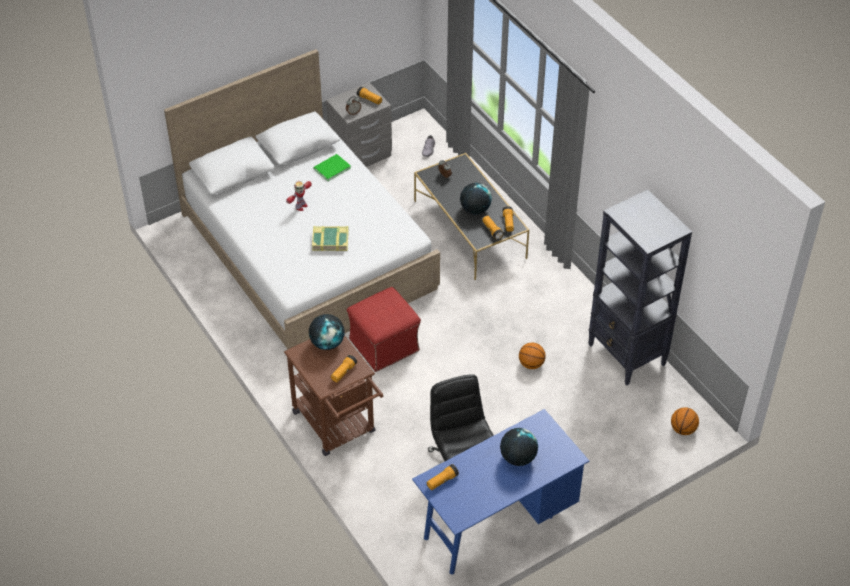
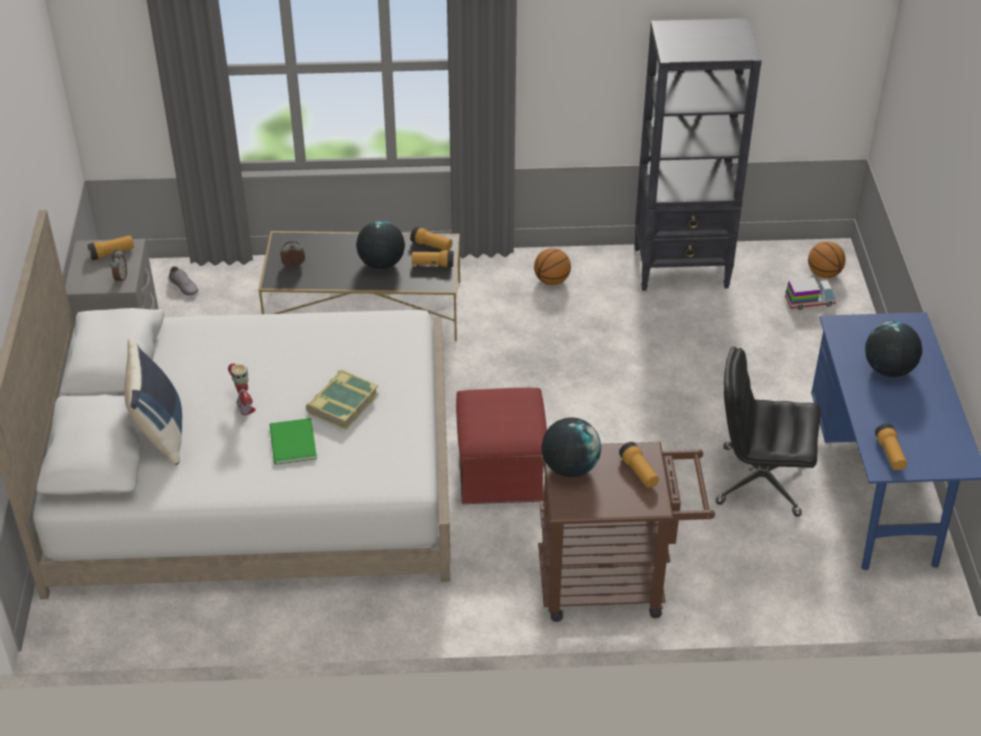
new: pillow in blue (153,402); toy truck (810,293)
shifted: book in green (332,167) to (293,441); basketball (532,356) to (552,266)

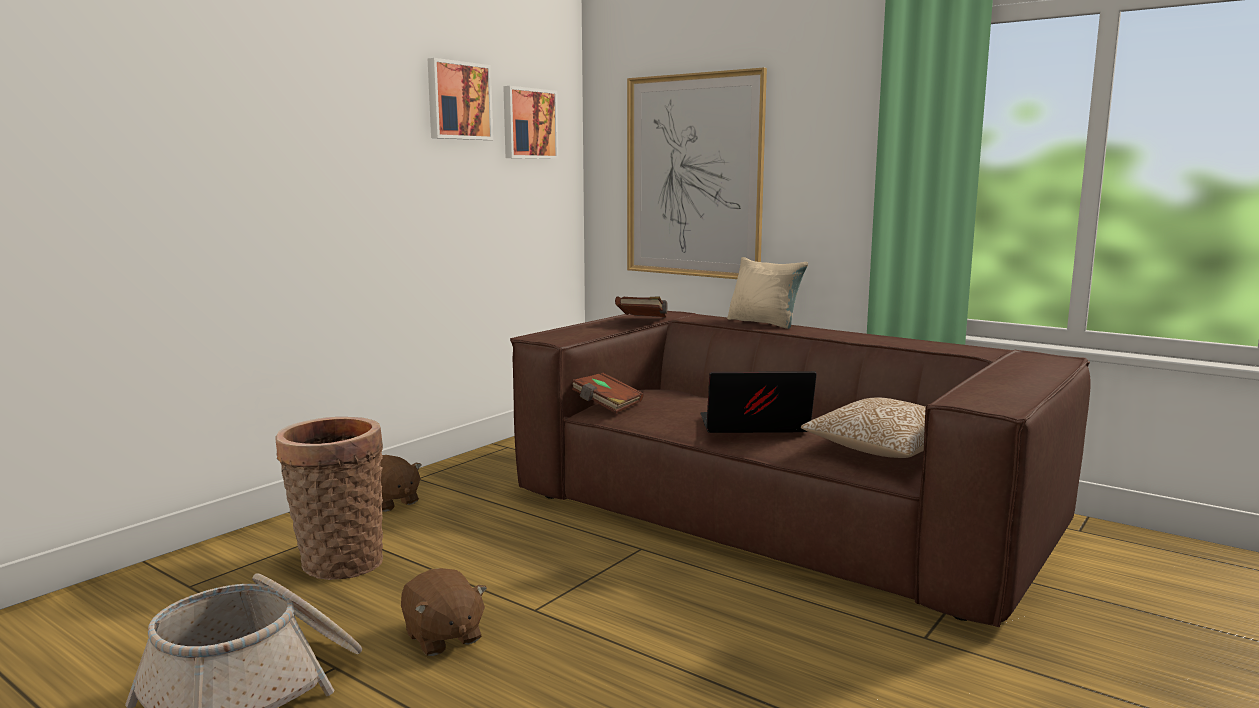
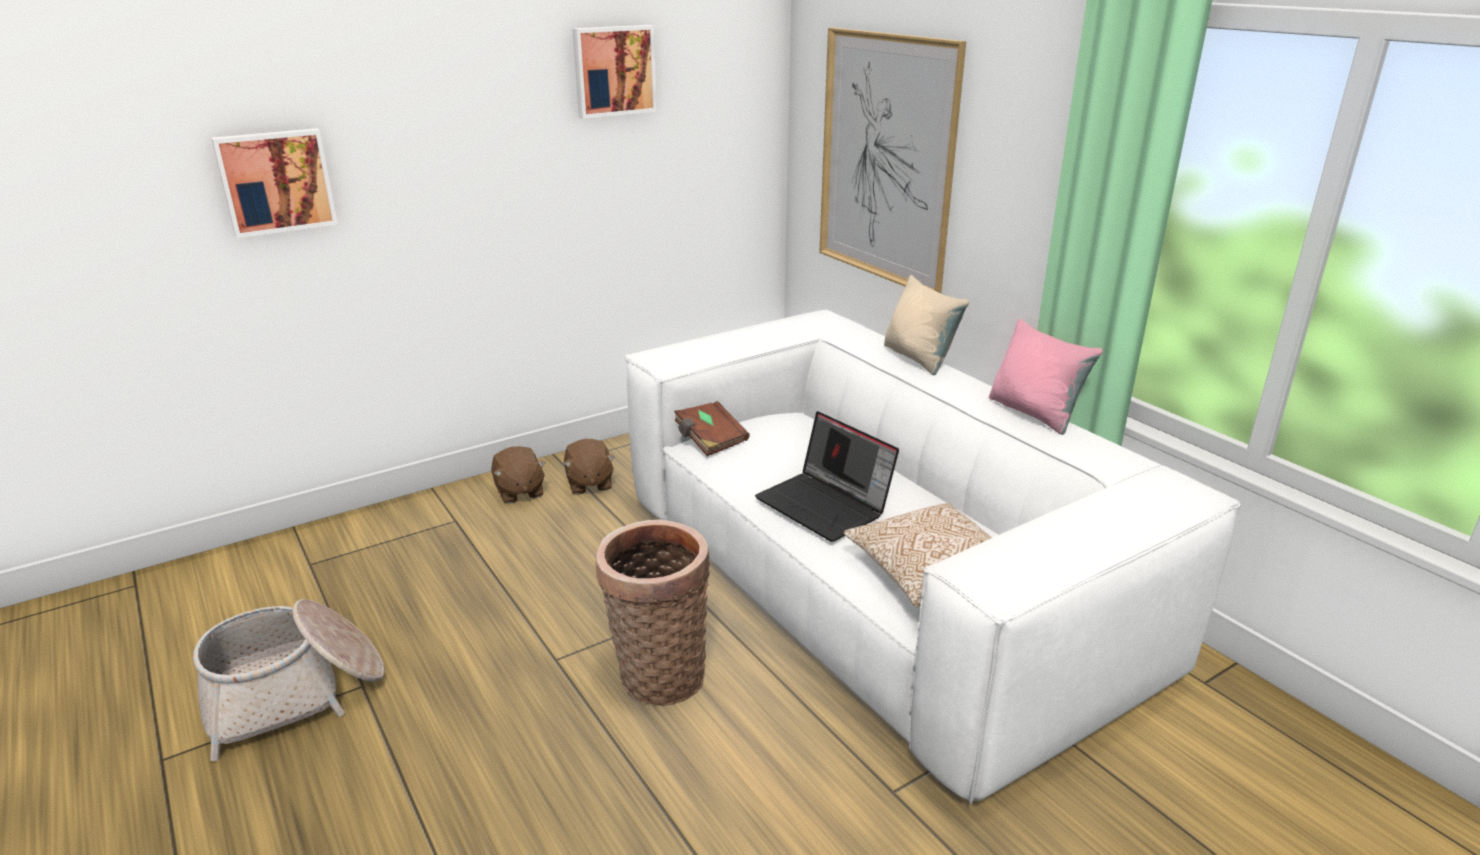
gone: book in brown (641,307)
new: pillow in pink (1046,377)
shifted: basket (329,498) to (652,613); plush toy in brown (444,612) to (589,467); picture (530,122) to (274,183)
repainted: sofa in brown (800,469) to sofa in white (933,557)
rotated: laptop (758,402) = (827,476) 150 degrees counterclockwise

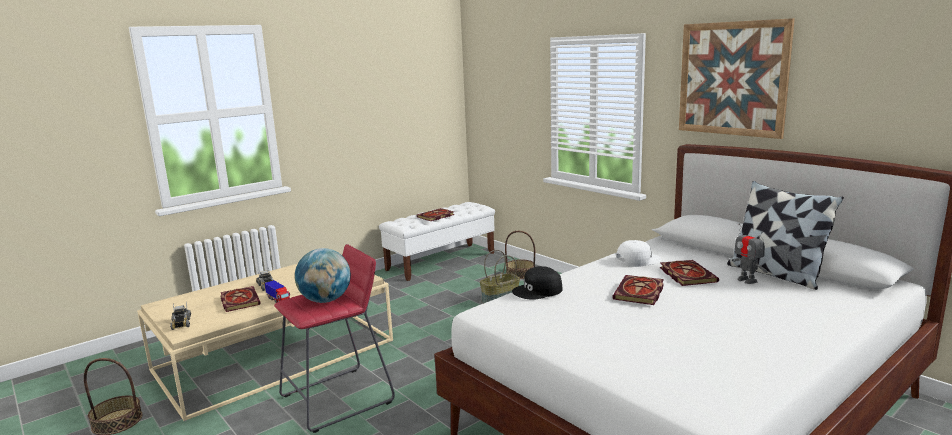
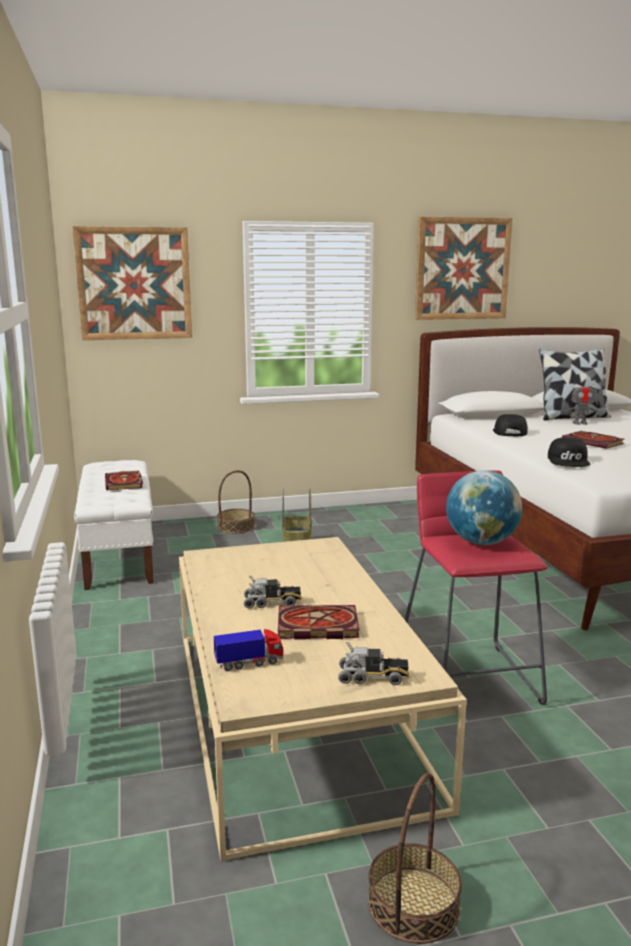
gone: book (689,273)
new: picture (132,283)
shifted: toy truck (277,291) to (249,650)
repainted: cap in white (638,253) to cap in black (510,425)

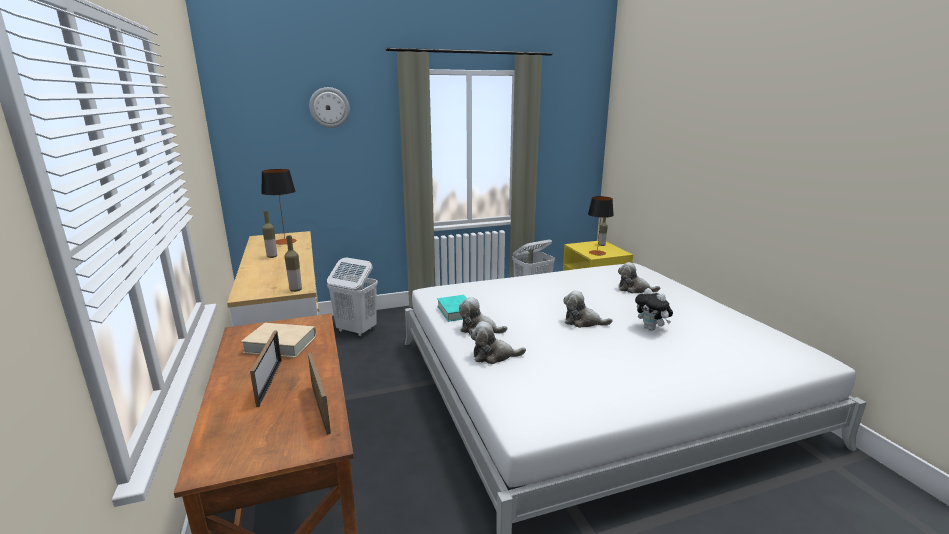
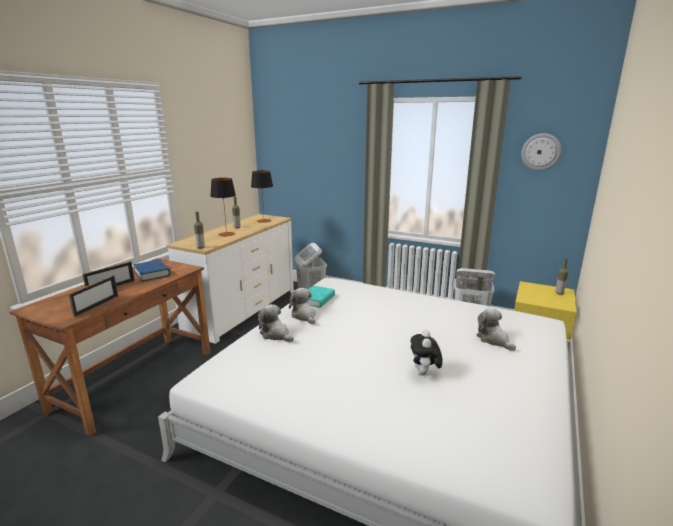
gone: plush toy (587,309)
shifted: wall clock (329,107) to (541,152); table lamp (601,225) to (223,207)
repainted: book in beige (278,340) to book in blue (151,271)

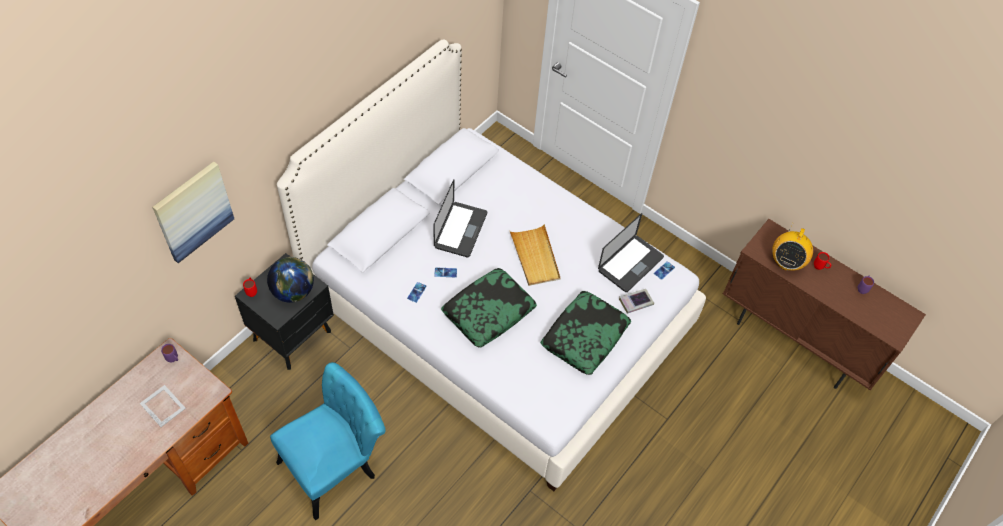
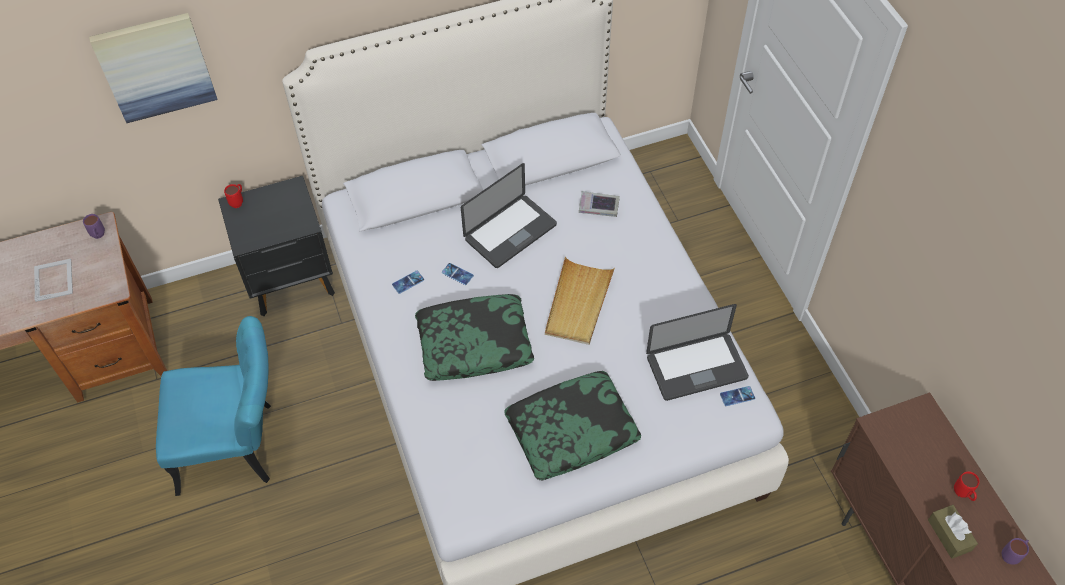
gone: globe (290,280); radio (792,248)
new: tissue box in brown (953,532)
shifted: book (636,301) to (599,204)

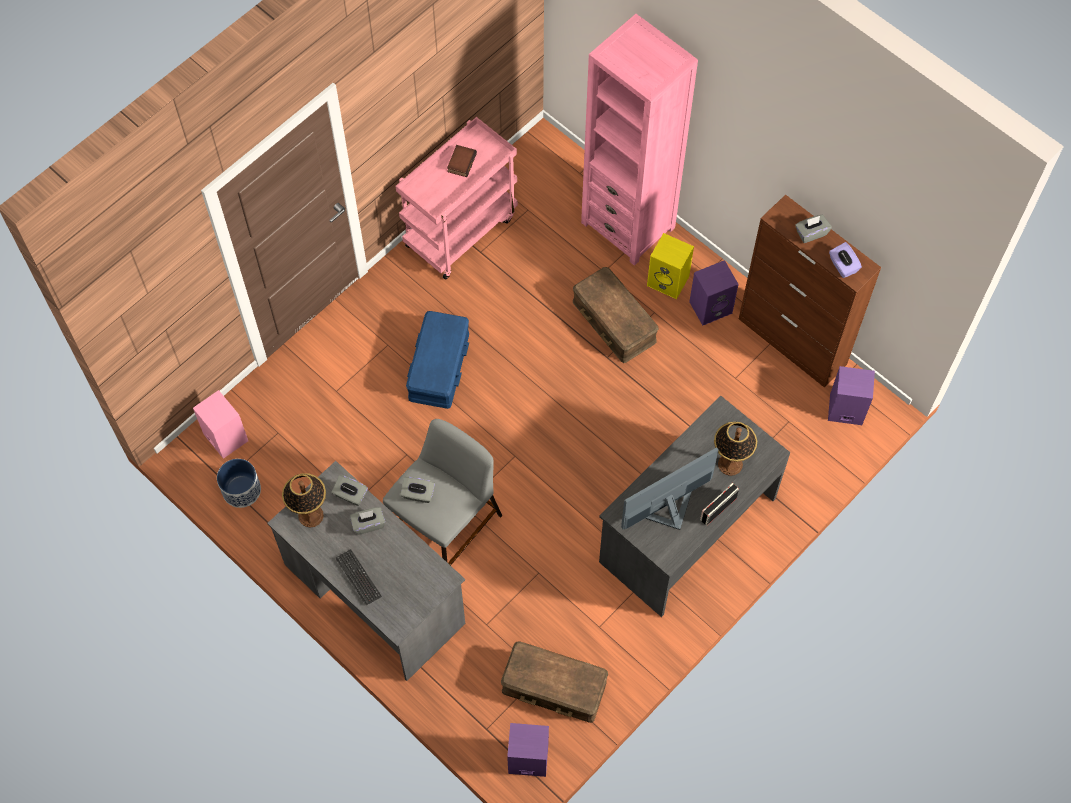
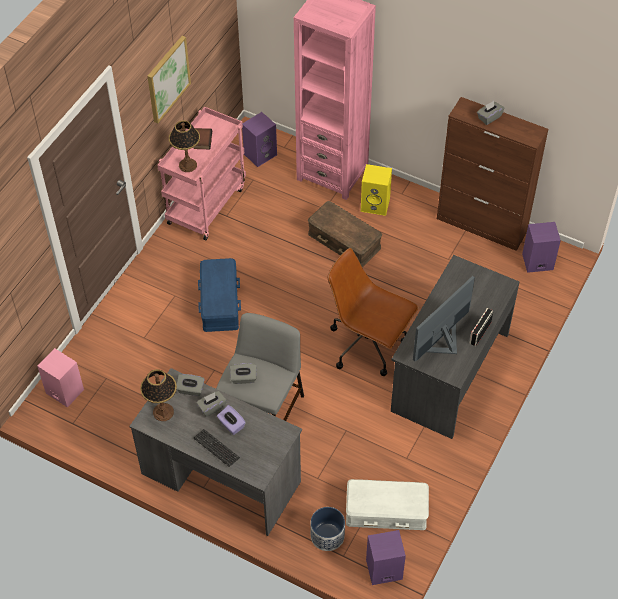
new: picture (169,79); office chair in brown (373,312)
shifted: planter (239,483) to (327,529); speaker in purple (714,292) to (259,139); table lamp (735,449) to (184,146); tissue box in purple (845,260) to (231,420)
repainted: storage box in brown (554,682) to storage box in white (387,504)

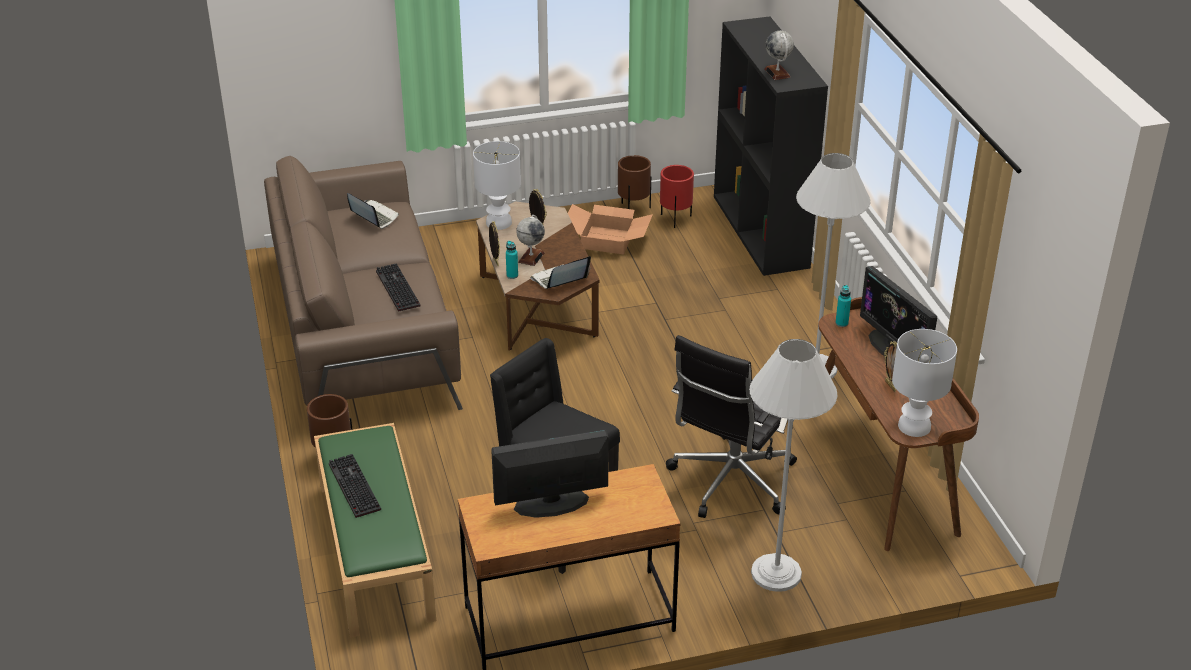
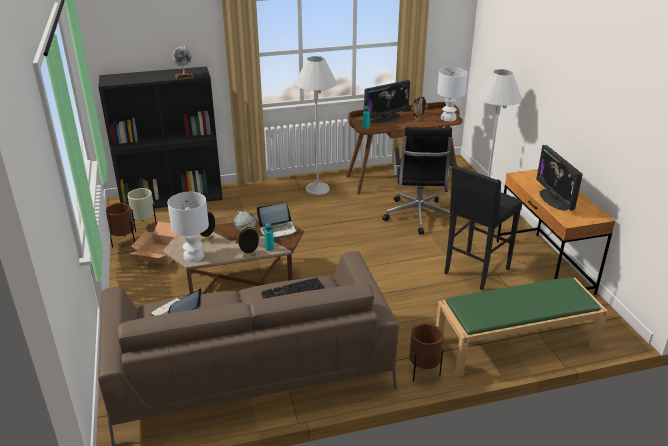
gone: keyboard (355,486)
repainted: planter in red (677,196) to planter in beige (142,210)
rotated: laptop (561,272) = (277,221) 75 degrees counterclockwise; office chair in black (731,426) = (418,180) 60 degrees clockwise

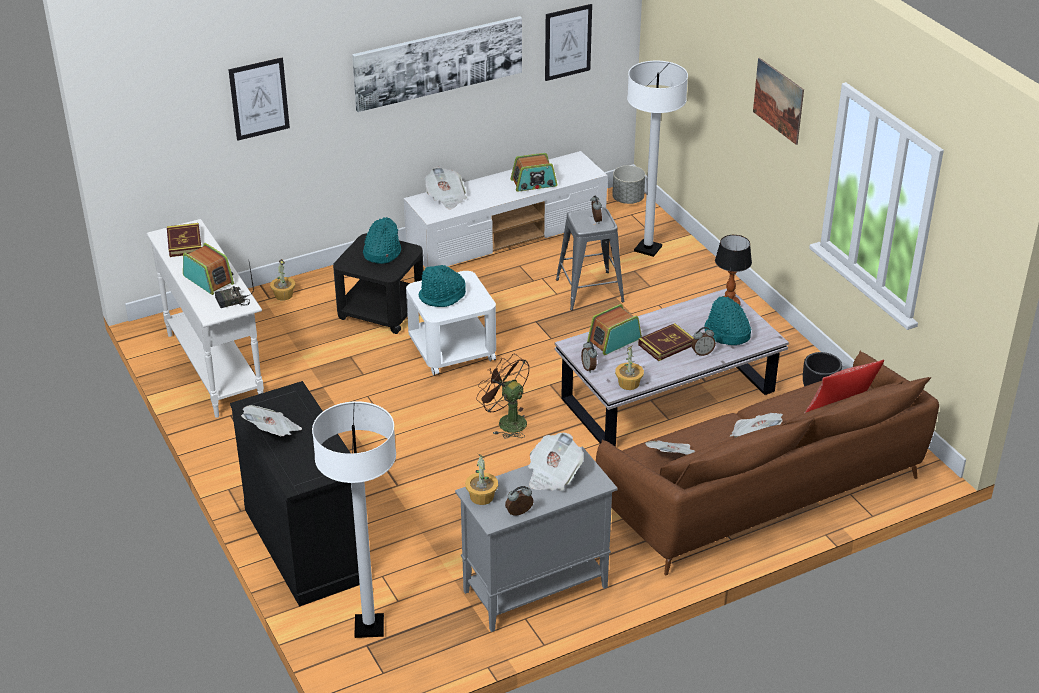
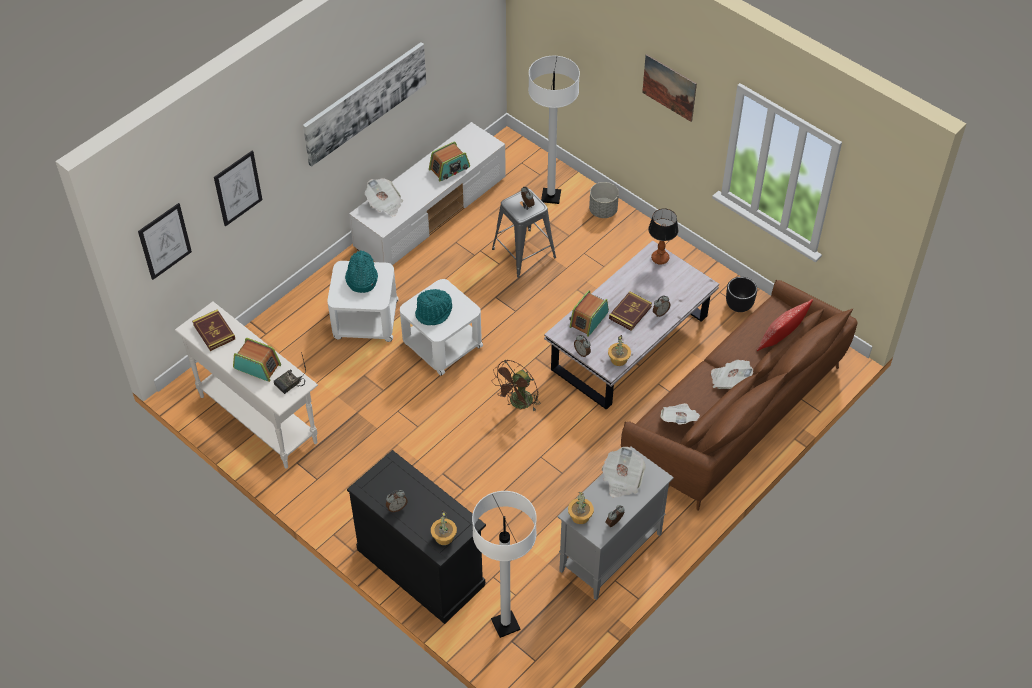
gone: hat in turquoise (728,320)
shifted: potted plant (282,280) to (444,528); picture (568,42) to (165,241); planter in grey (628,184) to (604,200)
swapped: newspaper (271,421) to alarm clock (396,501)
repainted: side table in black (378,283) to side table in white (363,301)
rotated: fan in brown (503,396) = (516,386) 75 degrees counterclockwise

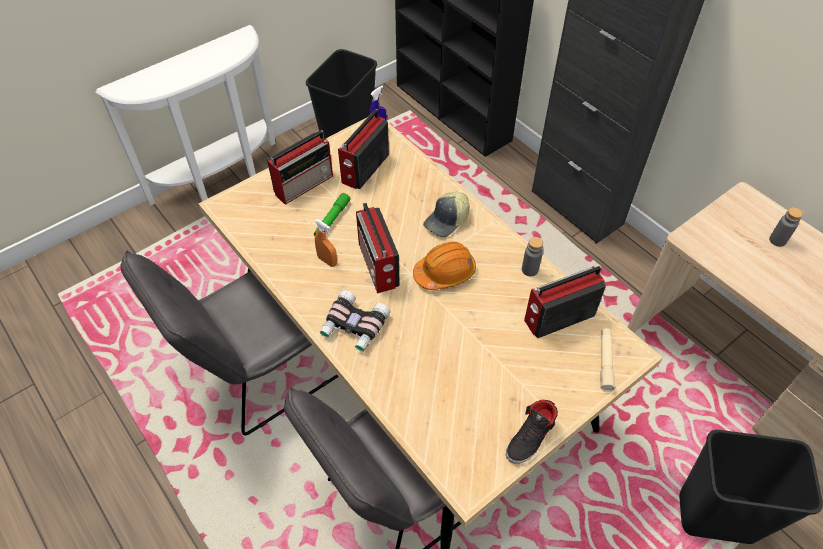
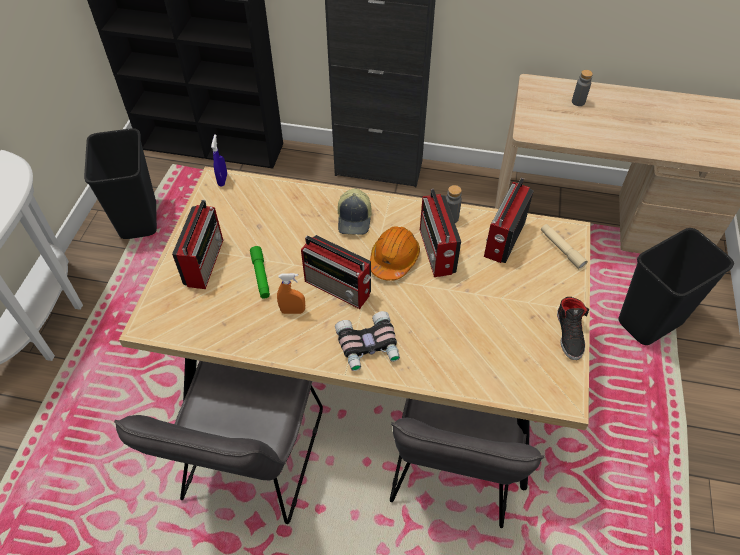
shifted: radio (363,149) to (440,233)

